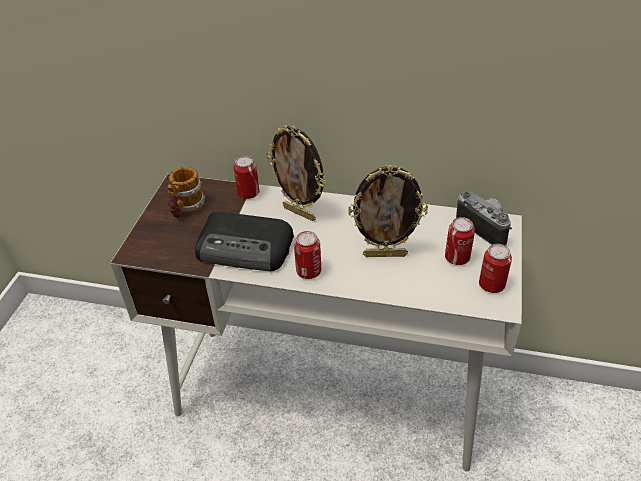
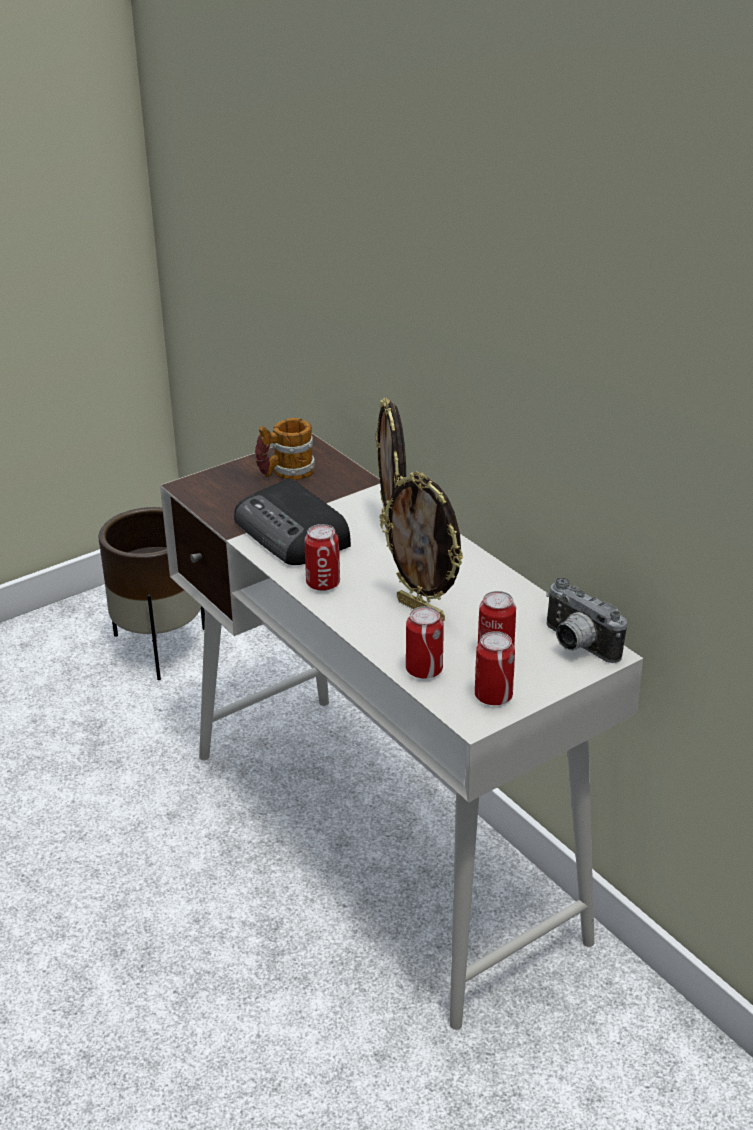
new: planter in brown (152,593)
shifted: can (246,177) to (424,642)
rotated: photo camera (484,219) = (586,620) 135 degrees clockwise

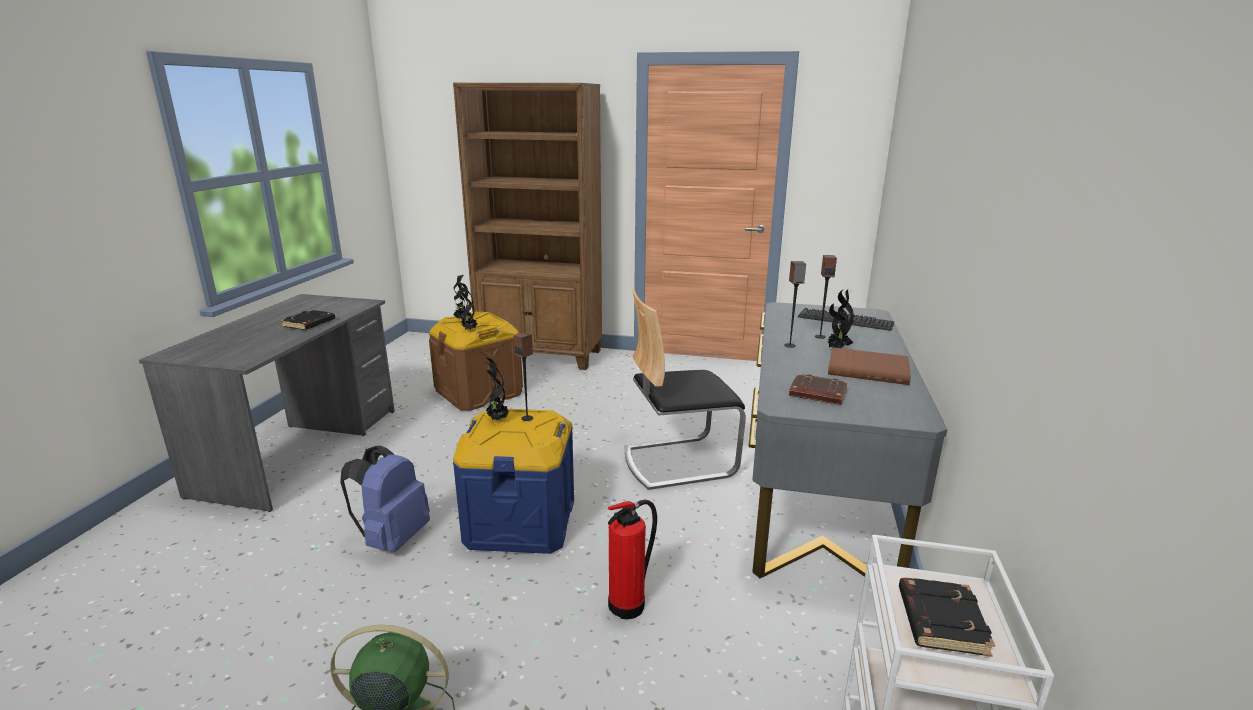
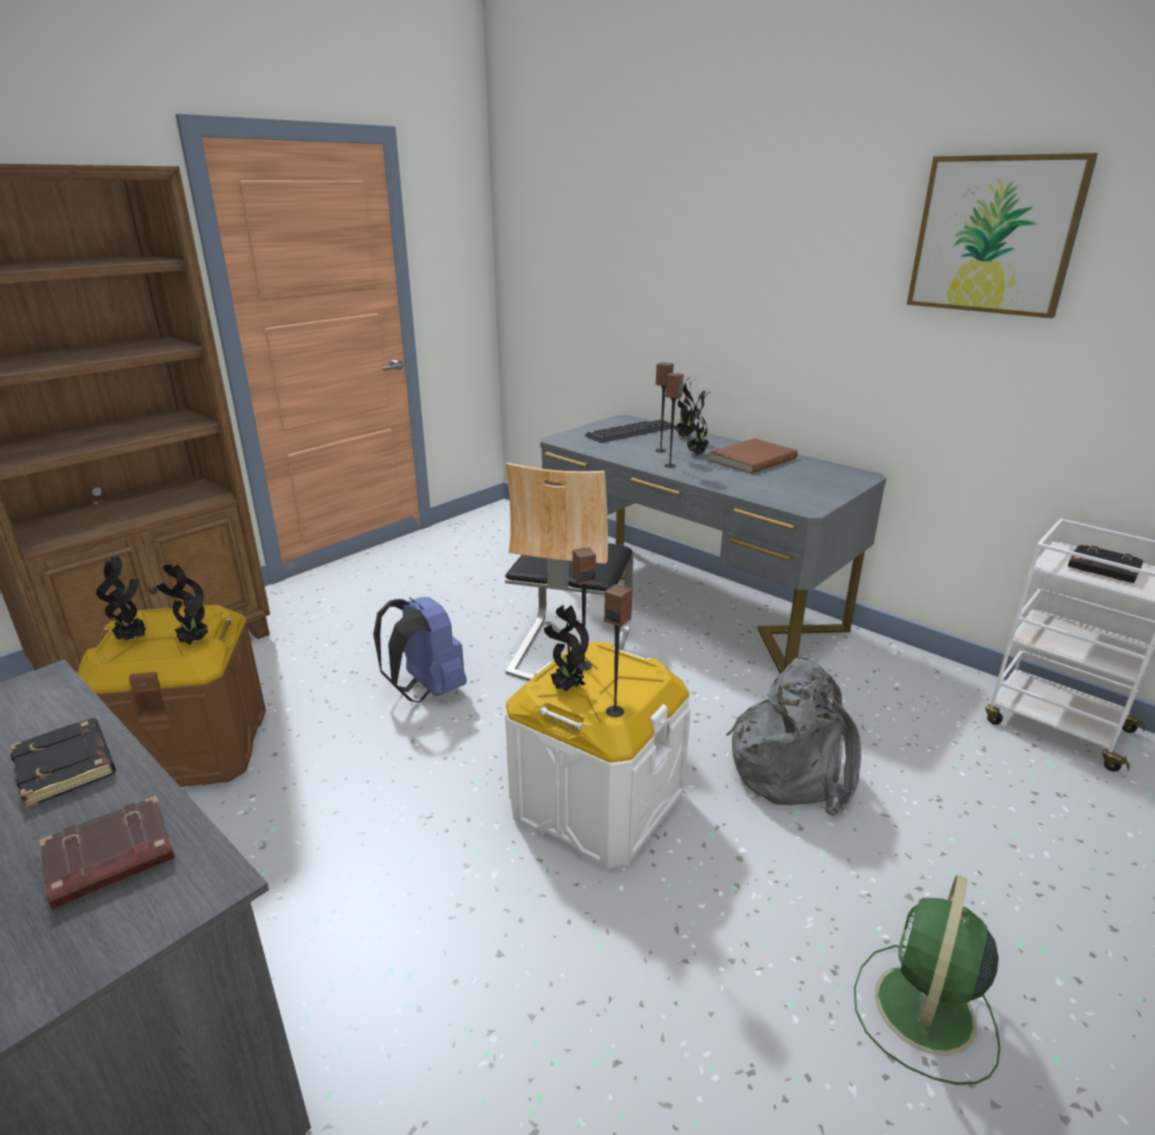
new: speaker (618,650); potted plant (686,407); picture (1002,235)
shifted: backpack in blue (385,499) to (420,650); book in brown (818,389) to (107,853)
swapped: fire extinguisher (632,559) to backpack in grey (793,736)
repainted: storage box in blue (513,481) to storage box in white (598,755)

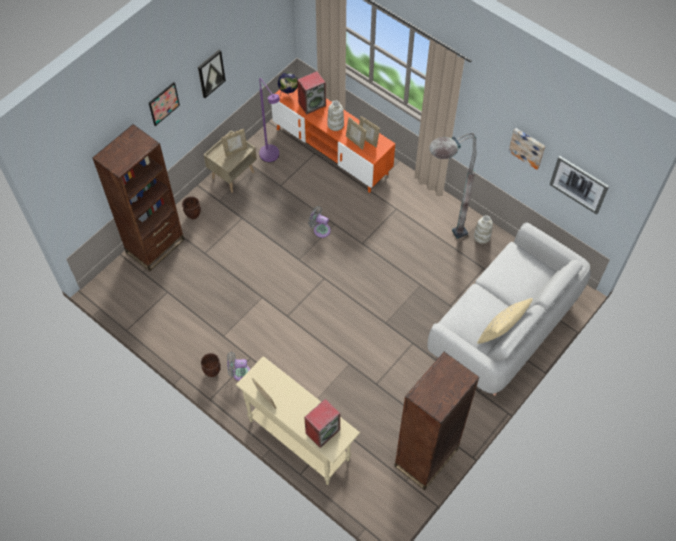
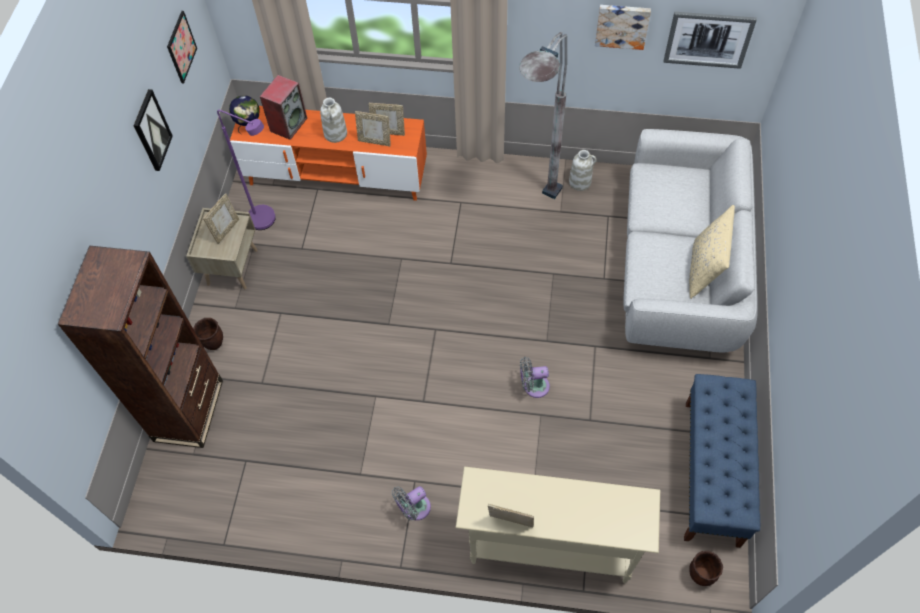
gone: speaker (322,423)
shifted: picture (164,104) to (182,47); planter in brown (211,365) to (706,568); fan in grey (319,222) to (535,377)
swapped: bookcase in brown (437,421) to bench in blue (722,461)

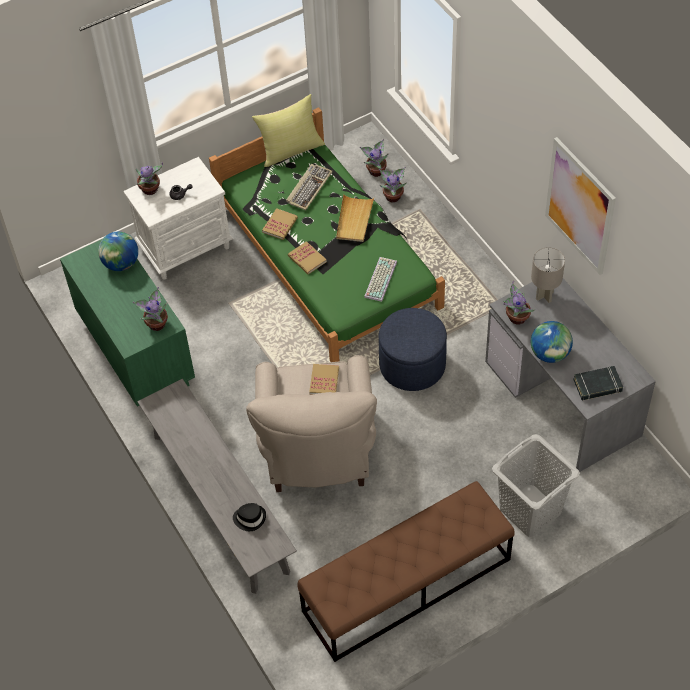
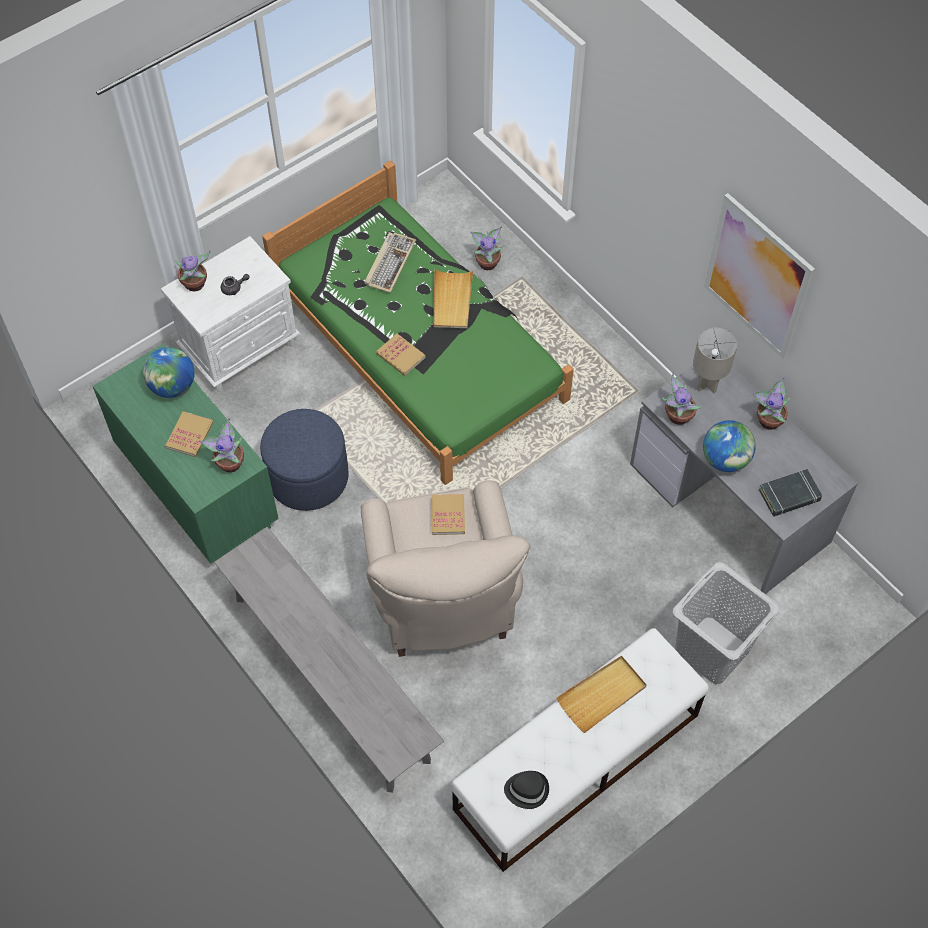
gone: pillow in yellow (288,130); keyboard (380,279)
new: tray in beige (601,694)
shifted: hat in black (249,517) to (526,790); book (280,224) to (189,434); potted plant (374,158) to (771,403); ottoman in blue (413,349) to (304,460)
repainted: bench in brown (406,571) to bench in white (580,750)

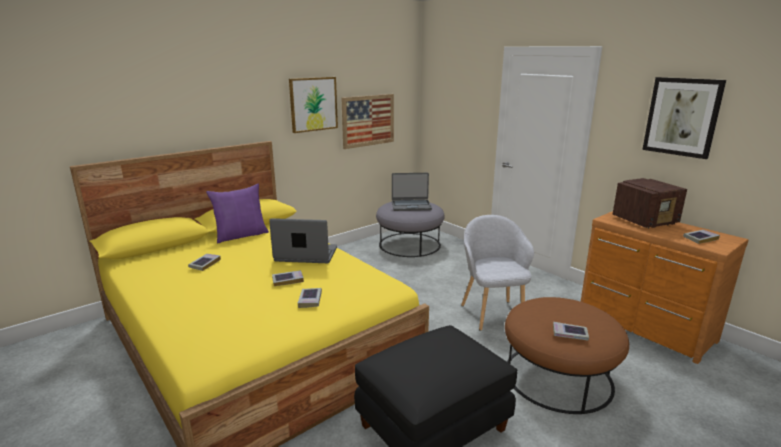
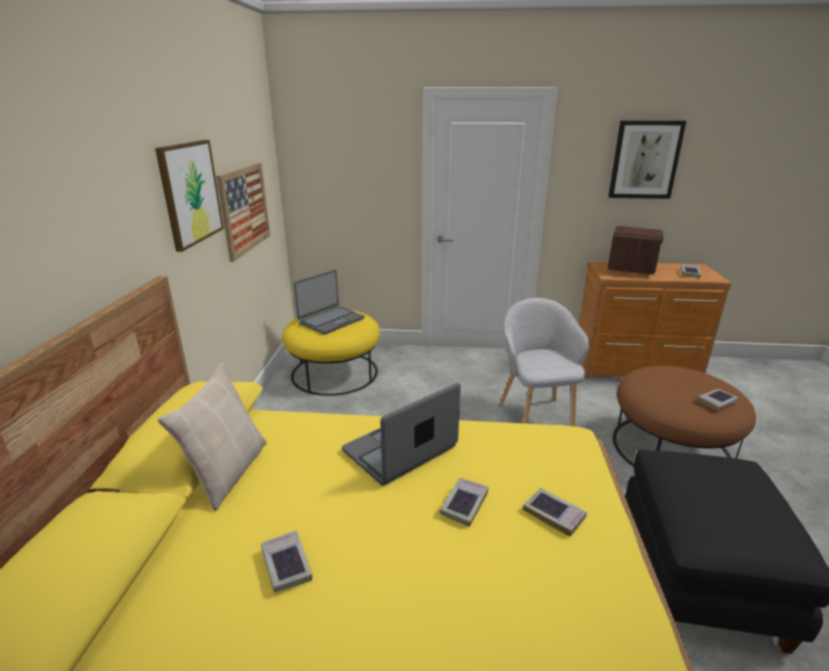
repainted: pillow in purple (237,213) to pillow in beige (212,437); ottoman in grey (410,229) to ottoman in yellow (331,352)
rotated: armchair in grey (497,273) = (544,362) 45 degrees clockwise

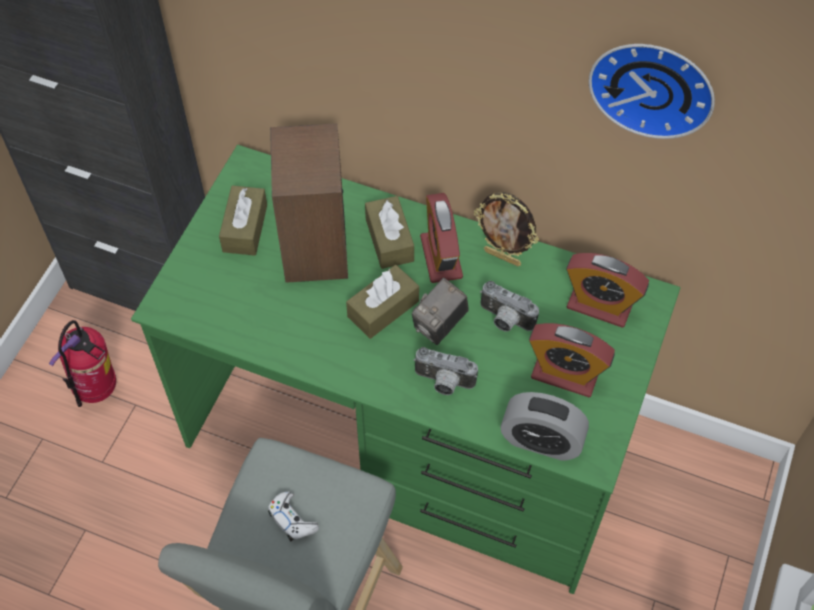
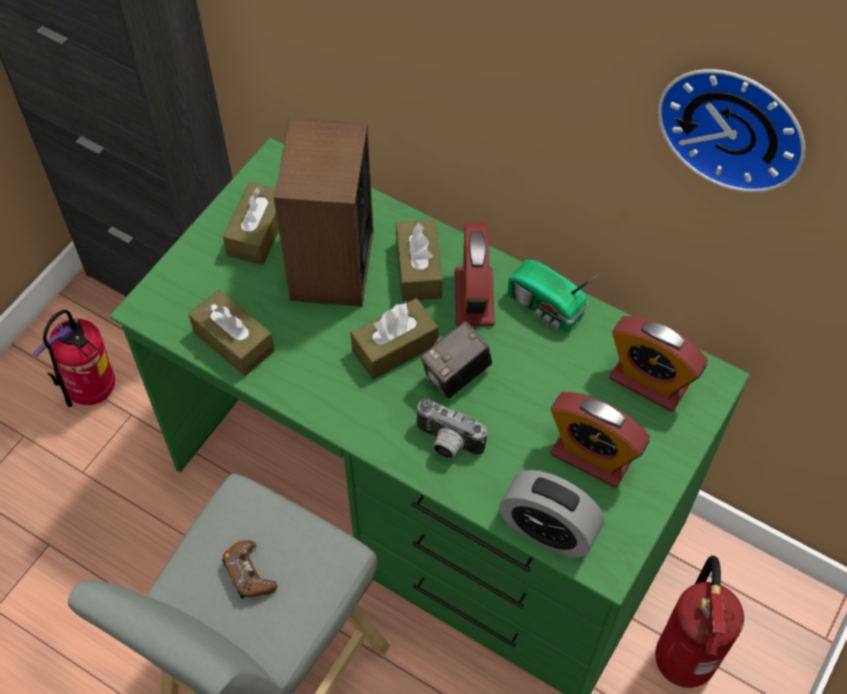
gone: photo camera (509,306)
new: tissue box in brown (232,333); fire extinguisher (699,622)
swapped: picture frame (506,229) to radio (553,296)
repainted: game controller in white (293,516) to game controller in brown (249,569)

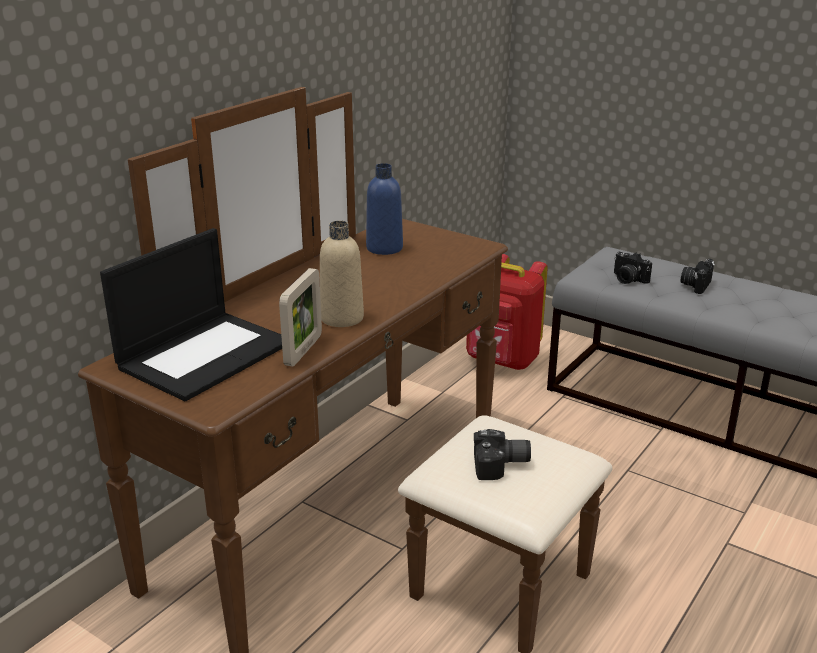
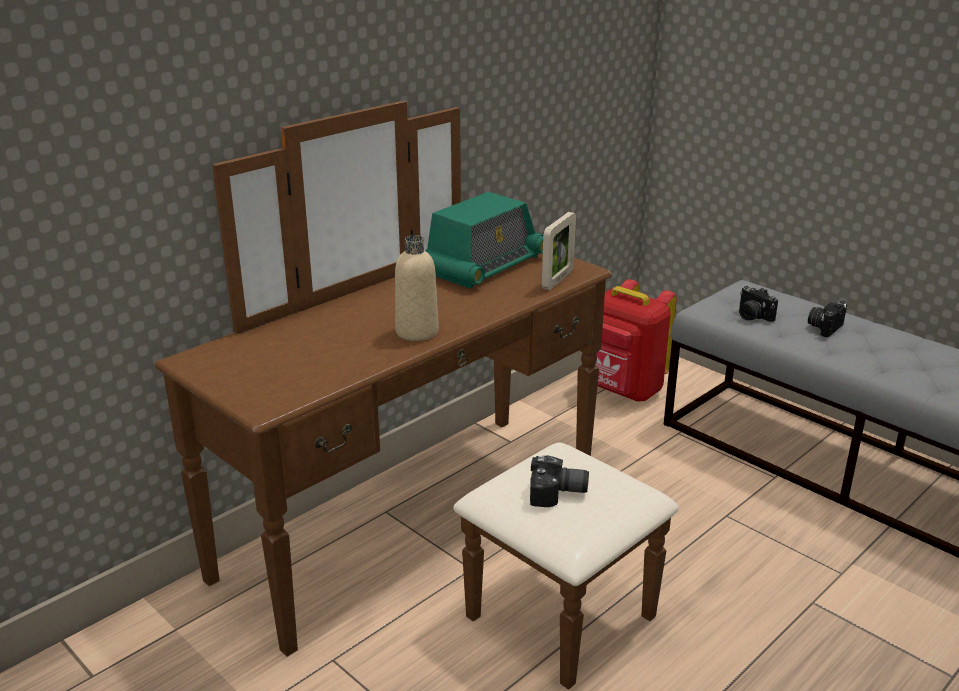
gone: laptop (191,314)
shifted: picture frame (300,317) to (559,251)
swapped: bottle in blue (384,209) to radio (484,240)

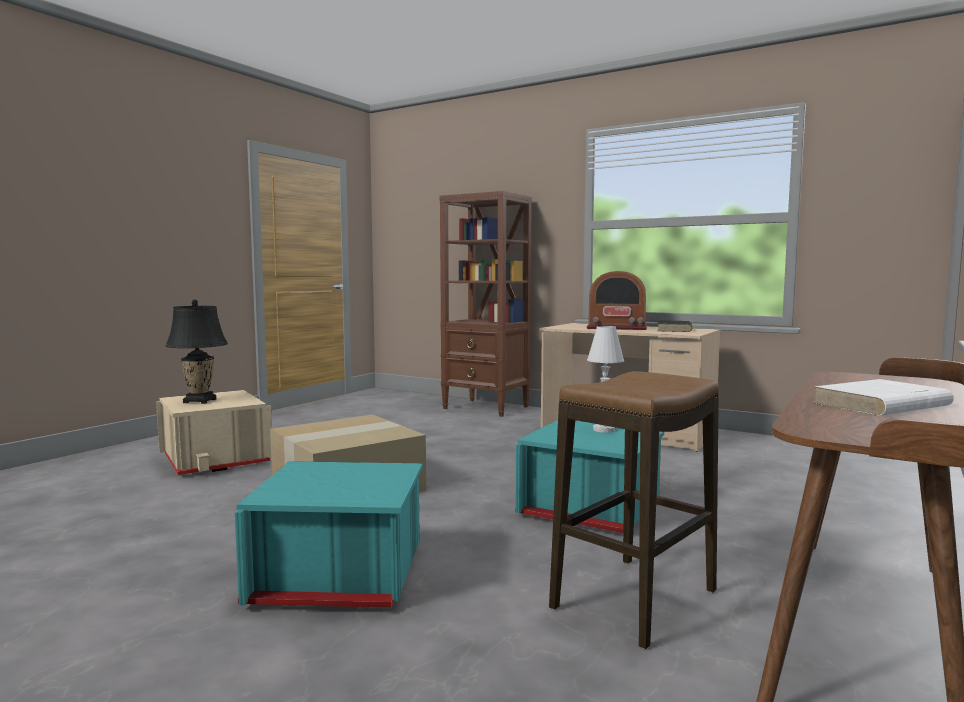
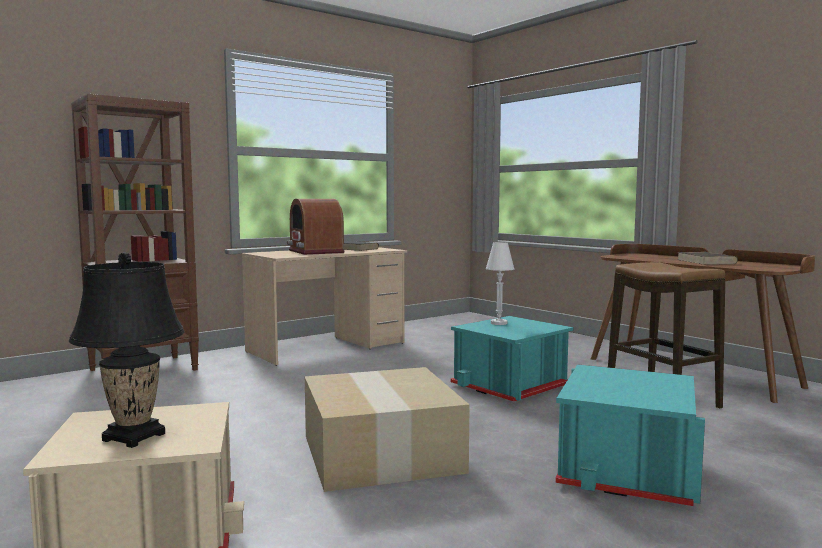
repainted: book in white (883,397) to book in brown (707,258)
rotated: radio (617,300) = (316,227) 120 degrees clockwise

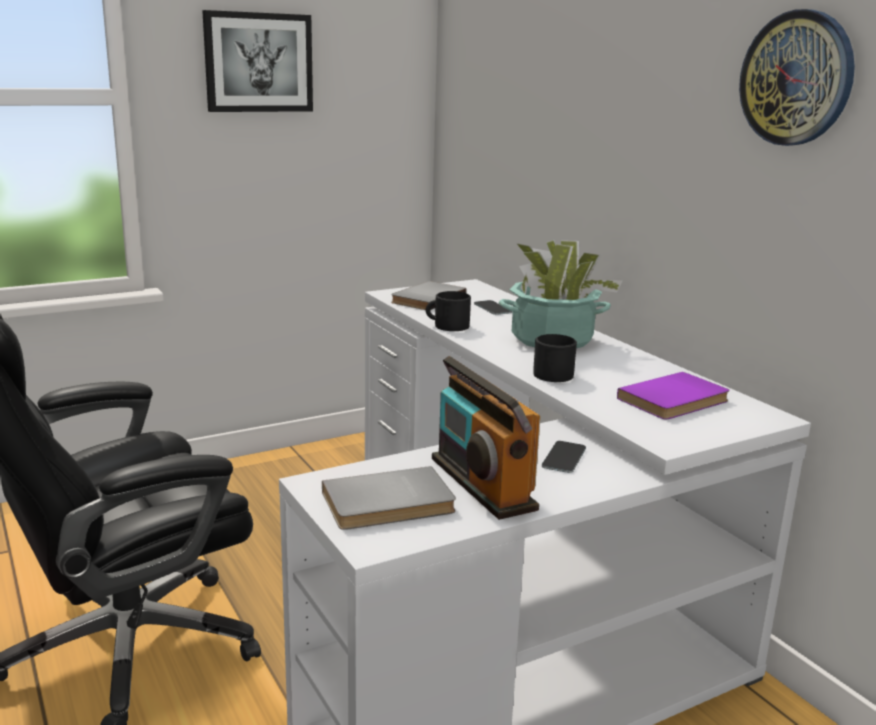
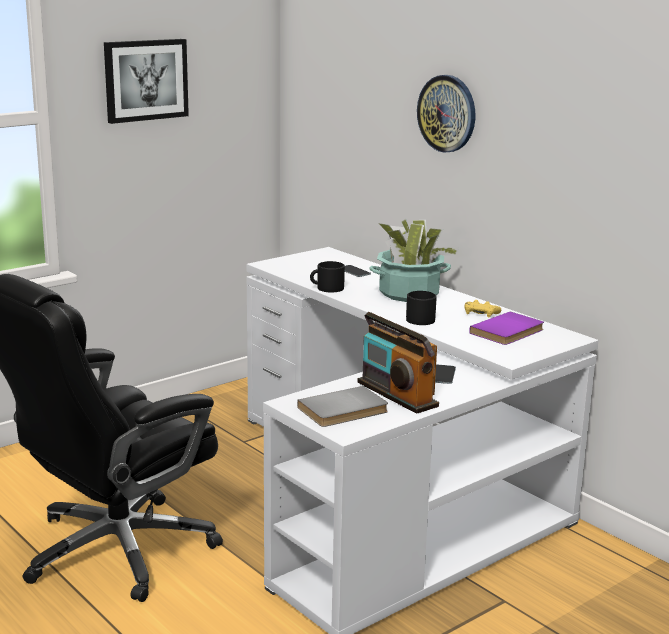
gone: book in grey (429,295)
new: game controller in yellow (482,308)
shifted: wall clock (797,77) to (446,114)

